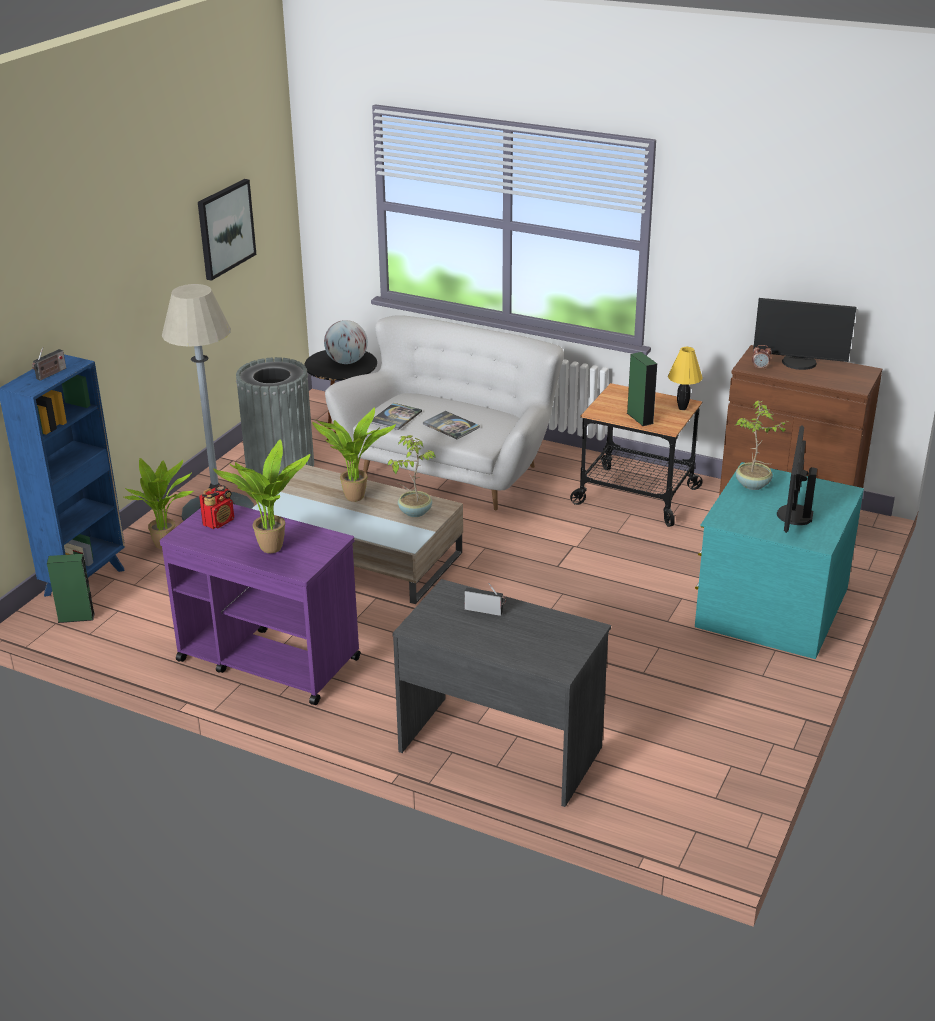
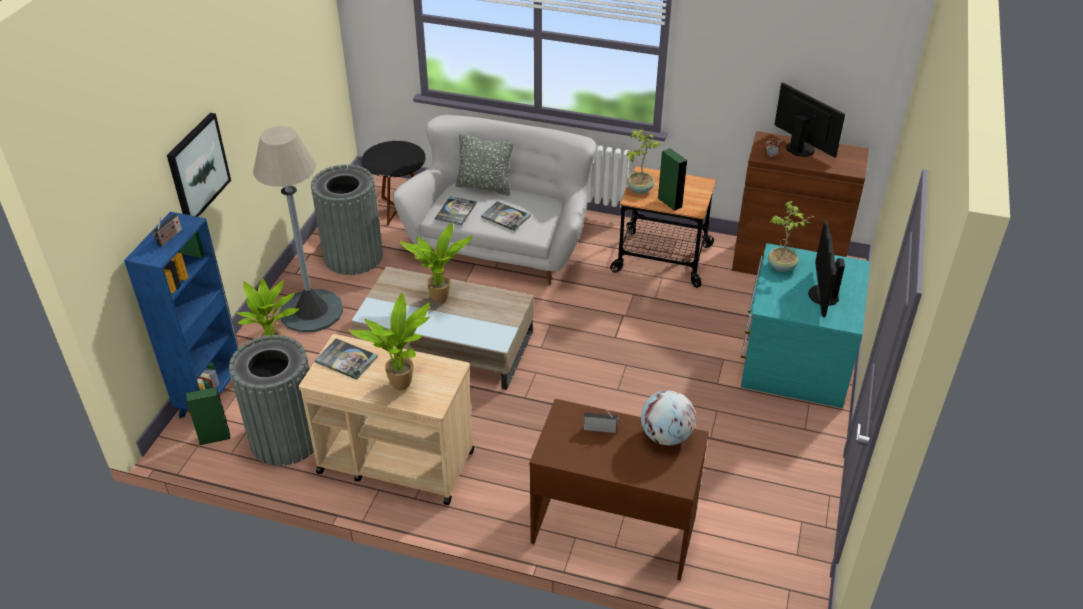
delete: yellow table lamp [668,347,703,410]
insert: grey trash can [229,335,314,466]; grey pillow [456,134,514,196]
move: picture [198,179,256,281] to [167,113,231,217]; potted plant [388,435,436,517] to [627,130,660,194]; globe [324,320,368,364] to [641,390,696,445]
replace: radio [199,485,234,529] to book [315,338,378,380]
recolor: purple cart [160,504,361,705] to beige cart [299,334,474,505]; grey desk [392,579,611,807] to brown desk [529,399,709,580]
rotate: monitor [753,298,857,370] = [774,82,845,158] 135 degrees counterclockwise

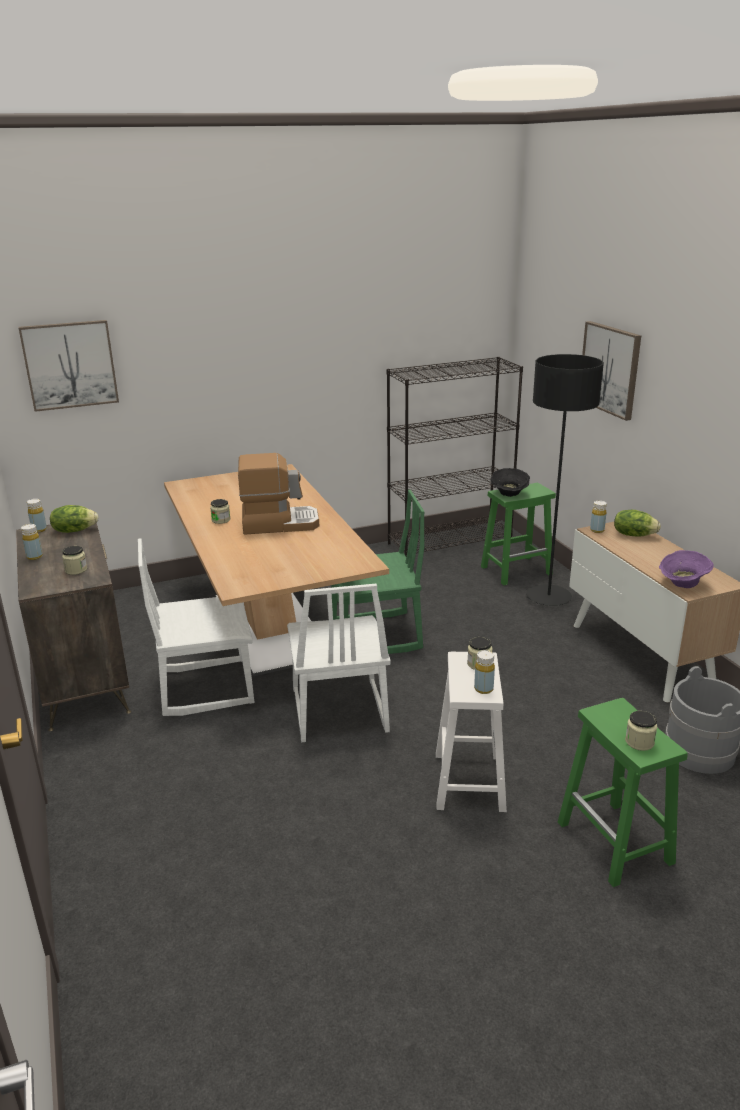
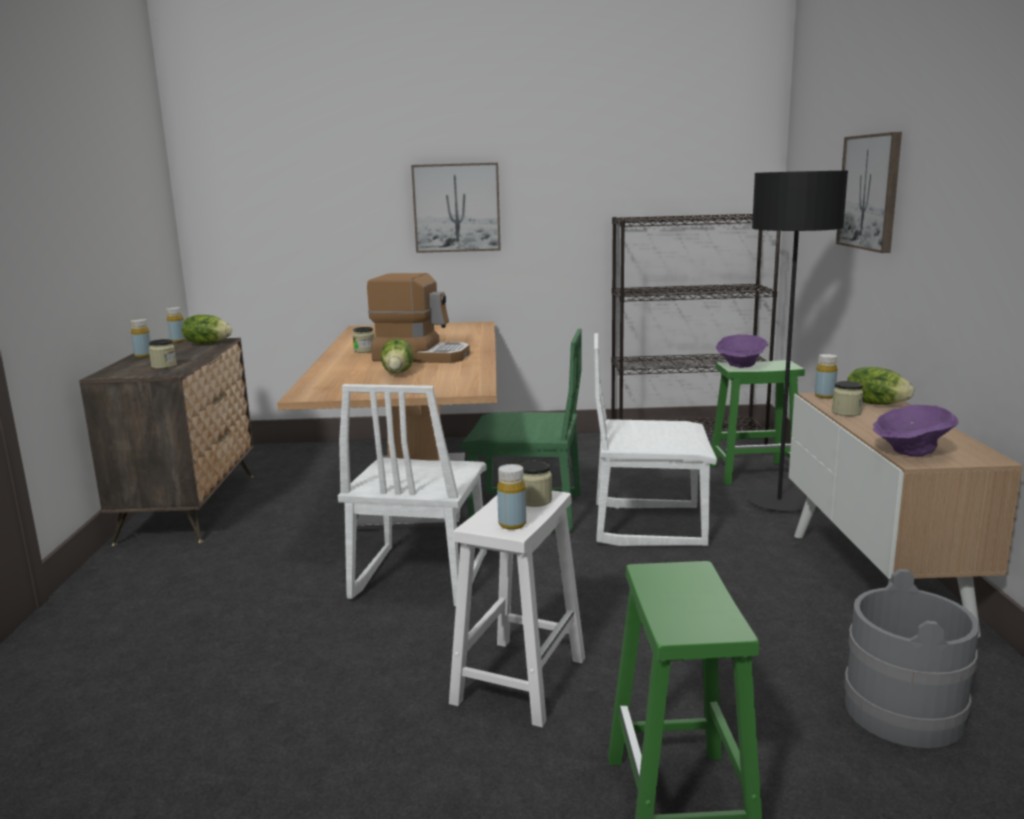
insert: lettuce [381,339,413,373]
move: picture [18,320,119,412] to [411,163,501,253]; white chair [138,538,254,716] to [594,333,717,546]; jar [625,711,657,751] to [832,381,863,416]
recolor: black bowl [491,468,530,497] to purple bowl [716,334,768,368]

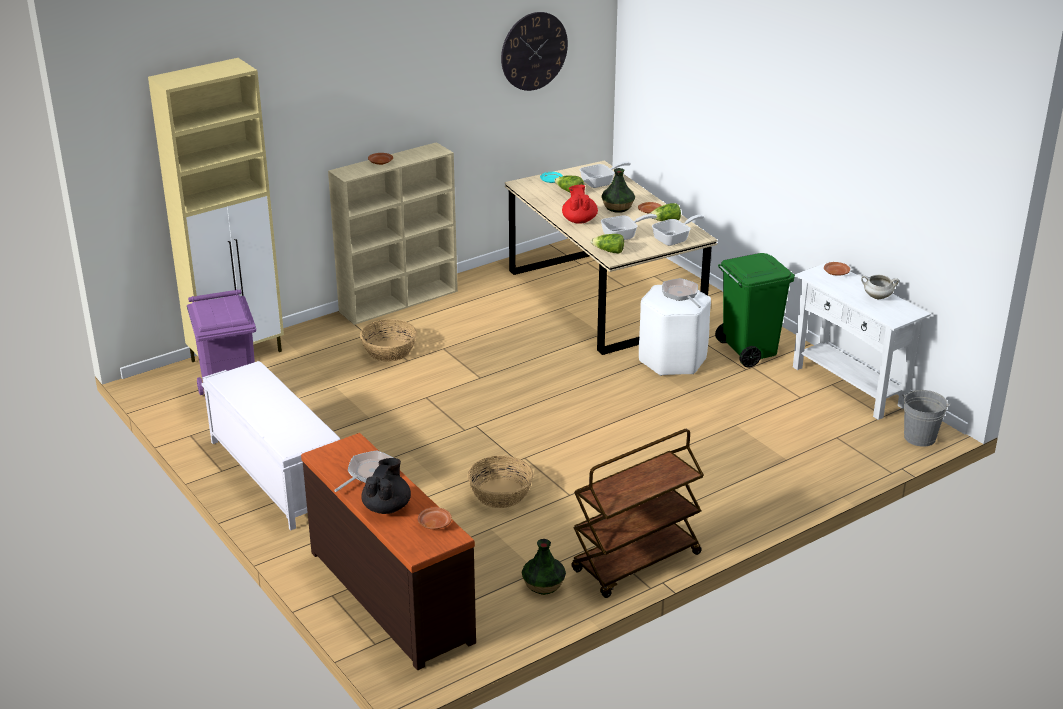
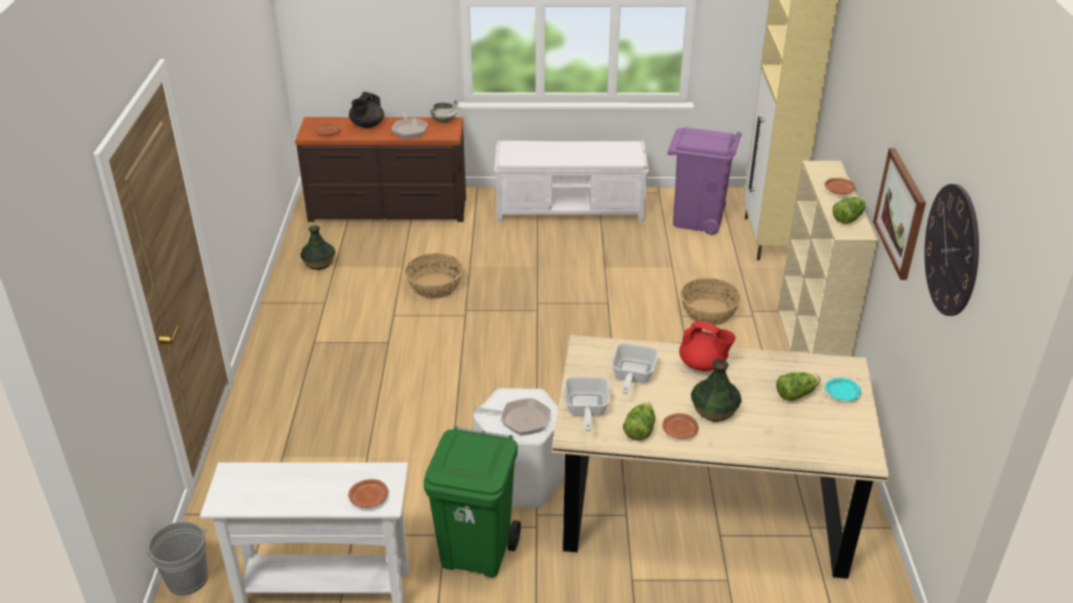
delete: brown cart [572,429,704,598]; frying pan [580,162,631,188]
insert: picture [873,148,926,280]
move: white cooking pot [861,275,899,299] to [430,99,457,123]; lettuce [591,234,624,254] to [832,197,866,224]
rotate: black teapot [361,458,411,514] = [349,92,384,128] 60 degrees clockwise

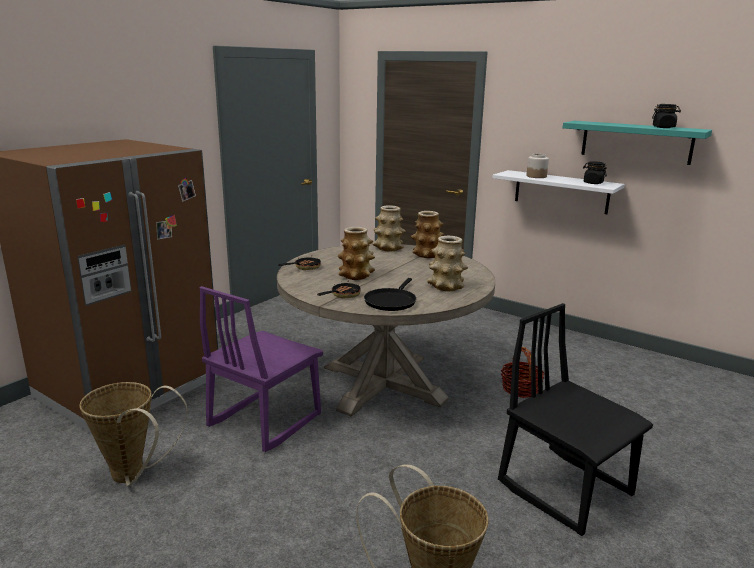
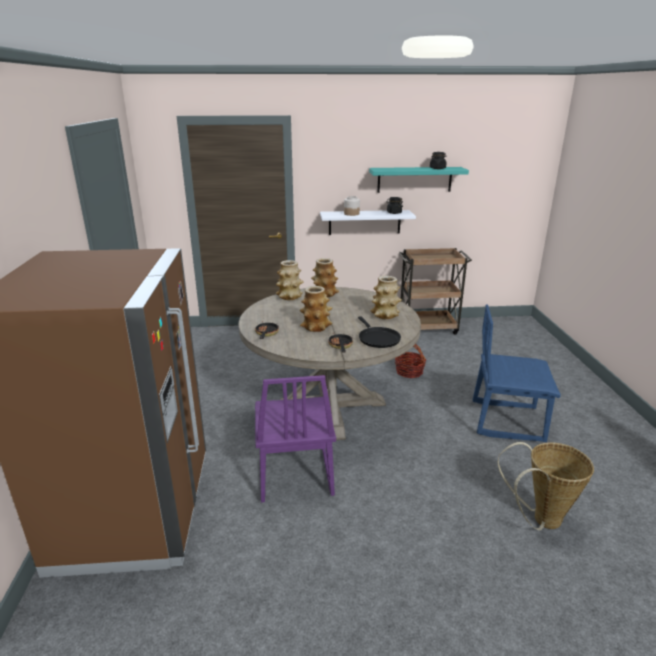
delete: basket [79,382,187,486]
insert: brown cart [399,248,472,334]
recolor: black chair [498,303,653,536] to blue chair [473,305,561,442]

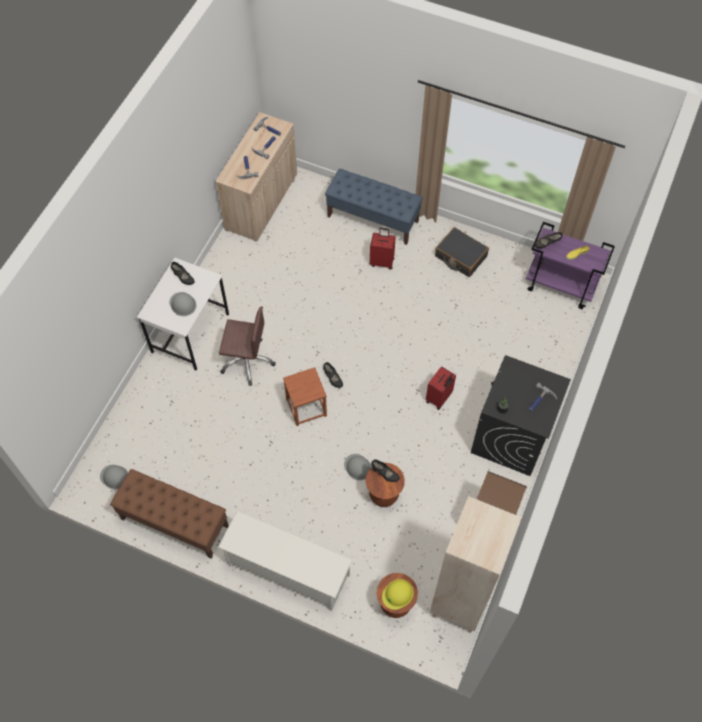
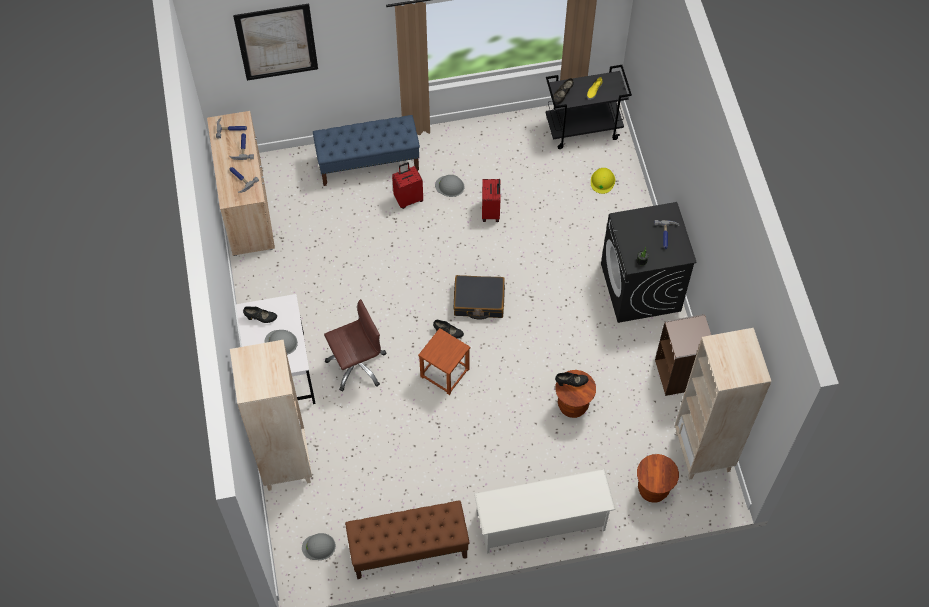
insert: beige bookcase [230,340,312,491]; picture [233,4,318,81]
move: grey hard hat [344,454,372,480] to [435,175,464,197]; black suitcase [435,227,489,277] to [454,275,505,320]; red suitcase [426,366,456,410] to [482,179,501,222]; yellow hard hat [382,579,414,610] to [591,168,615,194]
recolor: purple cart [526,222,615,309] to black cart [546,65,632,149]

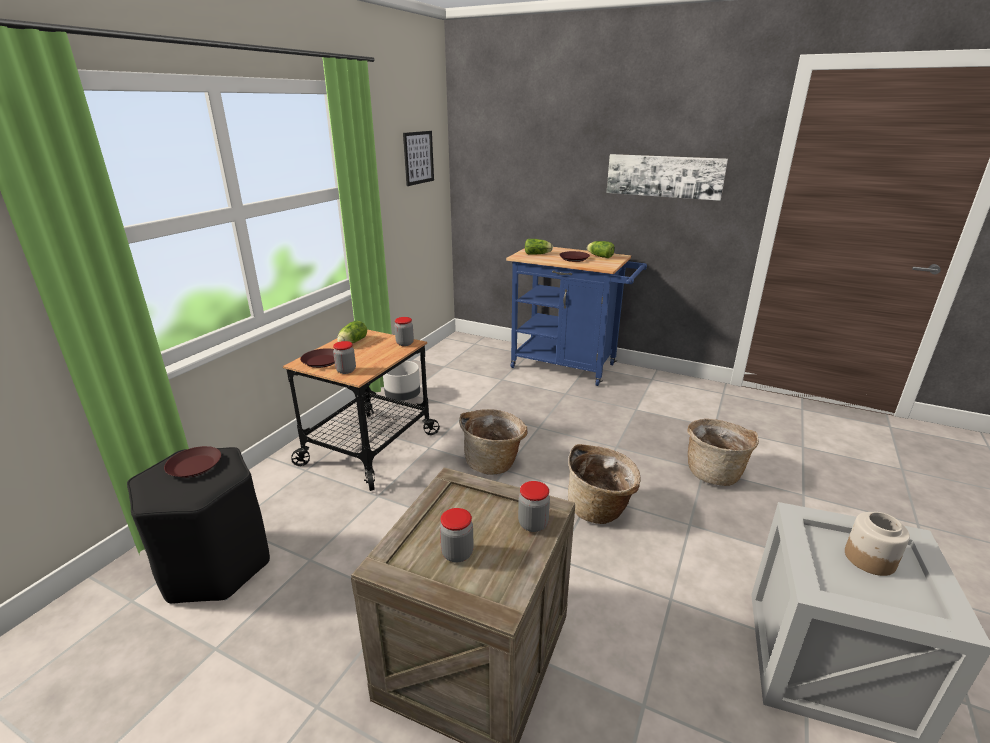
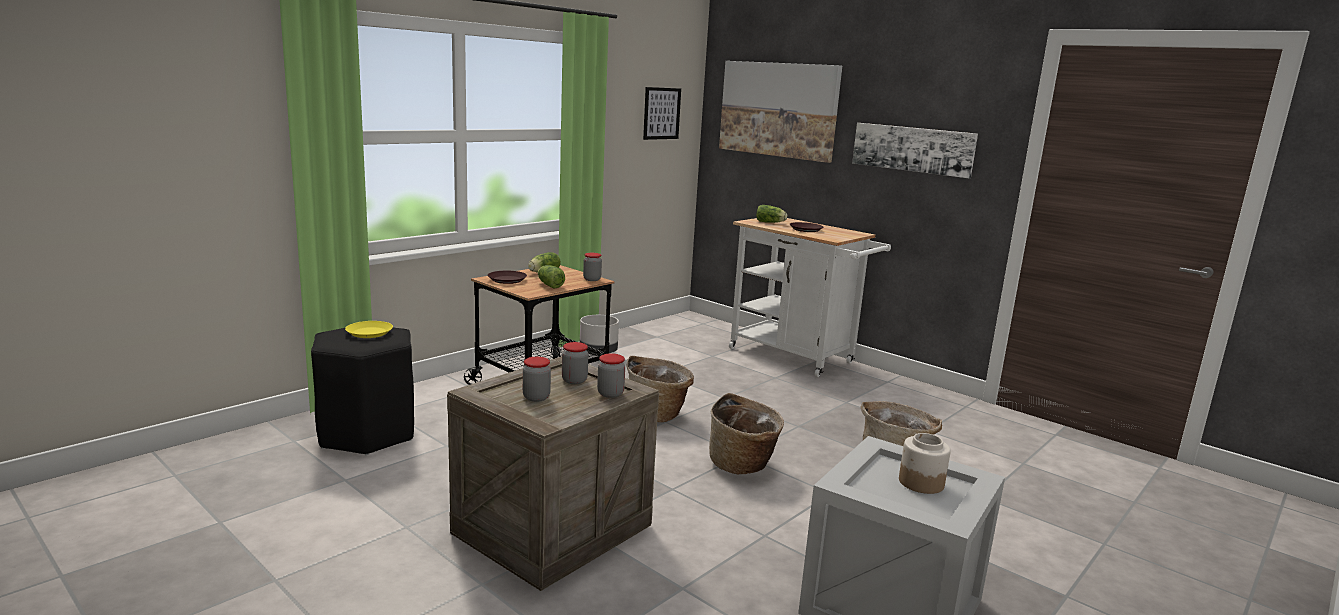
insert: picture [719,61,842,163]
move: lettuce [587,241,615,258] to [538,265,565,289]; jar [333,341,356,374] to [562,342,588,384]
recolor: brown plate [164,446,221,478] to yellow plate [345,321,393,338]; blue cart [506,247,647,386] to white cart [729,218,891,377]

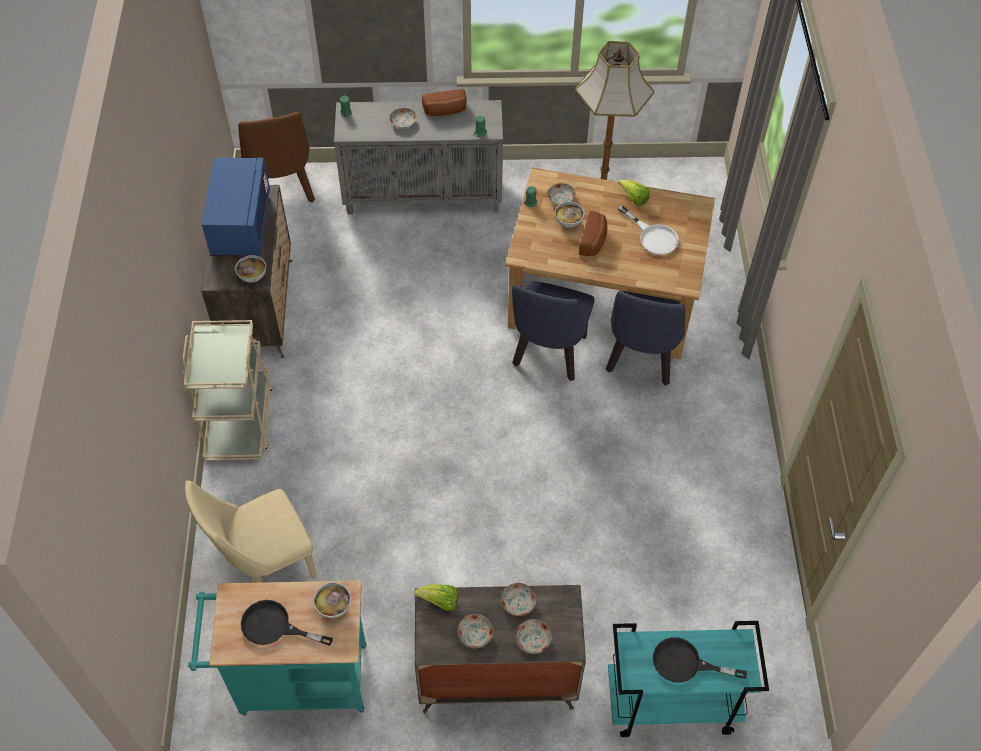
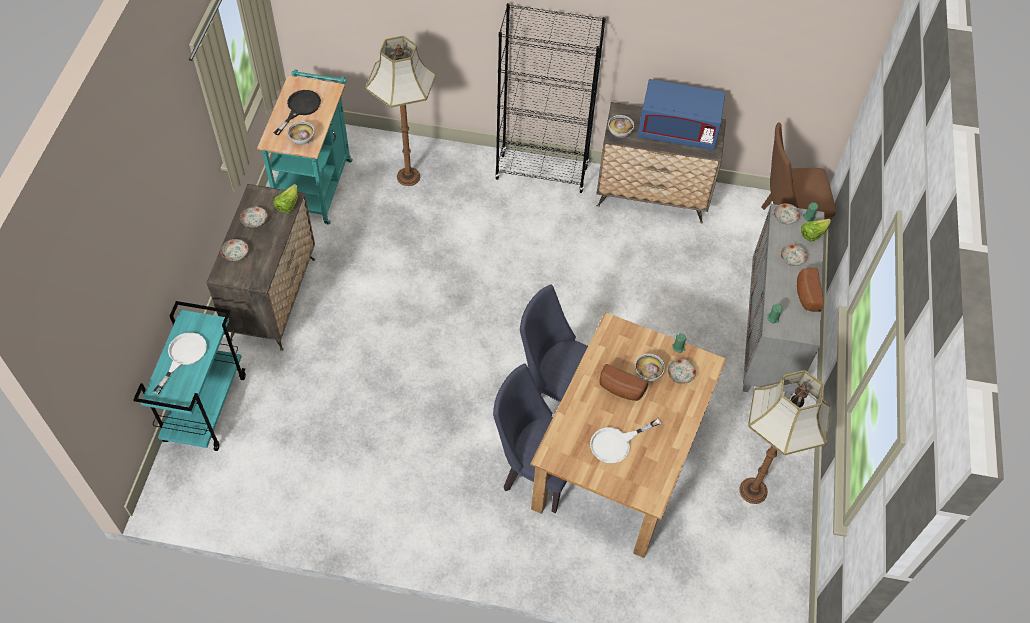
move: plate [501,583,536,616] to [774,204,800,224]; lettuce [618,180,650,206] to [801,219,831,242]
replace: beige chair [185,481,317,583] to floor lamp [365,36,436,186]; beige cart [183,320,274,461] to black bookcase [495,3,606,193]
recolor: black frying pan [653,637,747,683] to white frying pan [152,332,207,394]

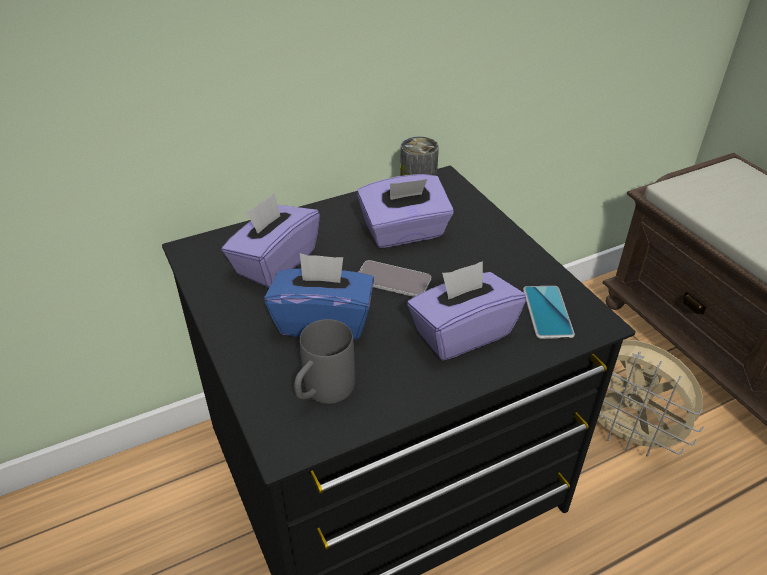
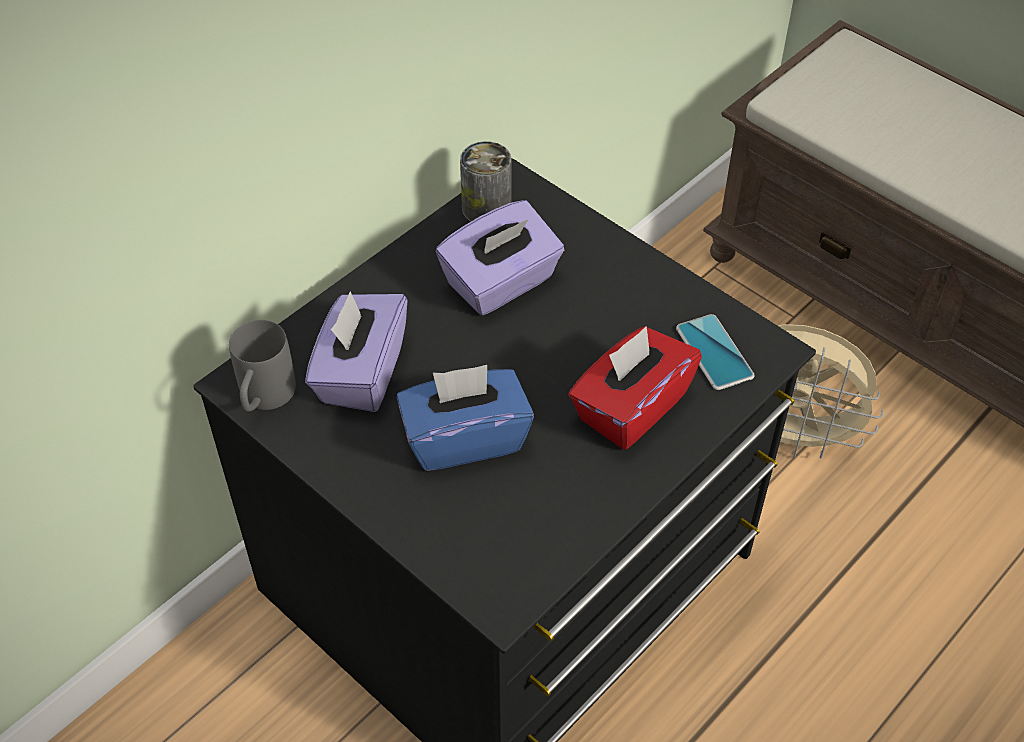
delete: phone [359,260,431,297]
move: grey mug [294,319,355,404] to [229,320,296,412]
recolor: purple tissue box [407,261,526,361] to red tissue box [568,326,702,450]

